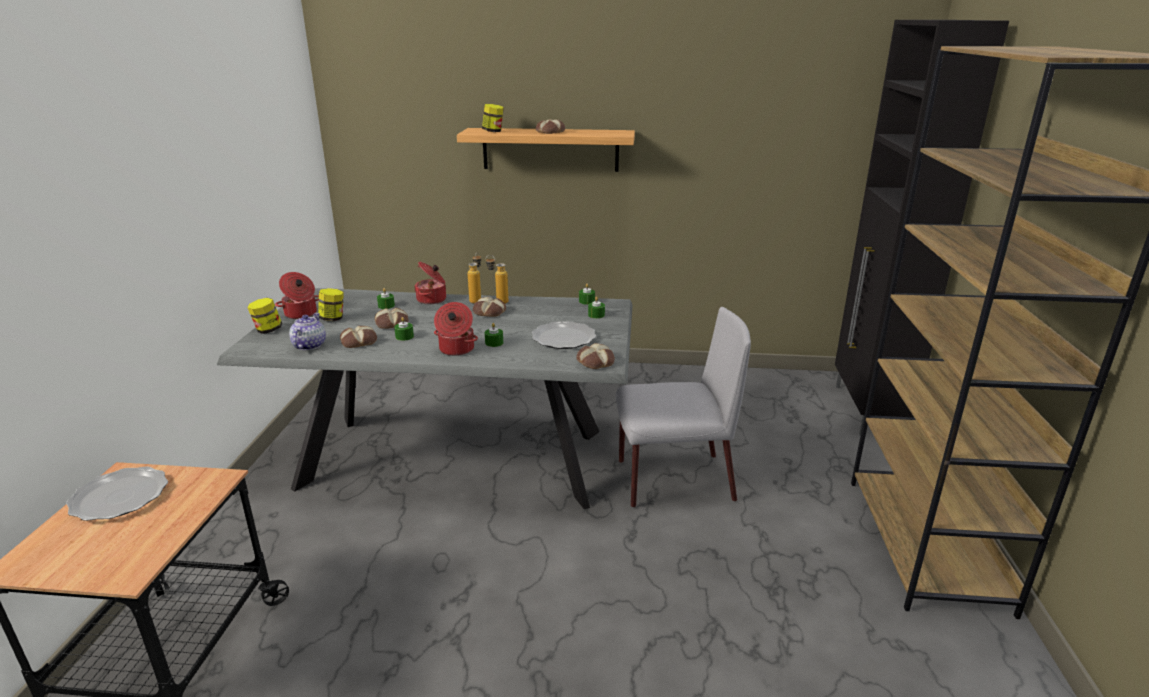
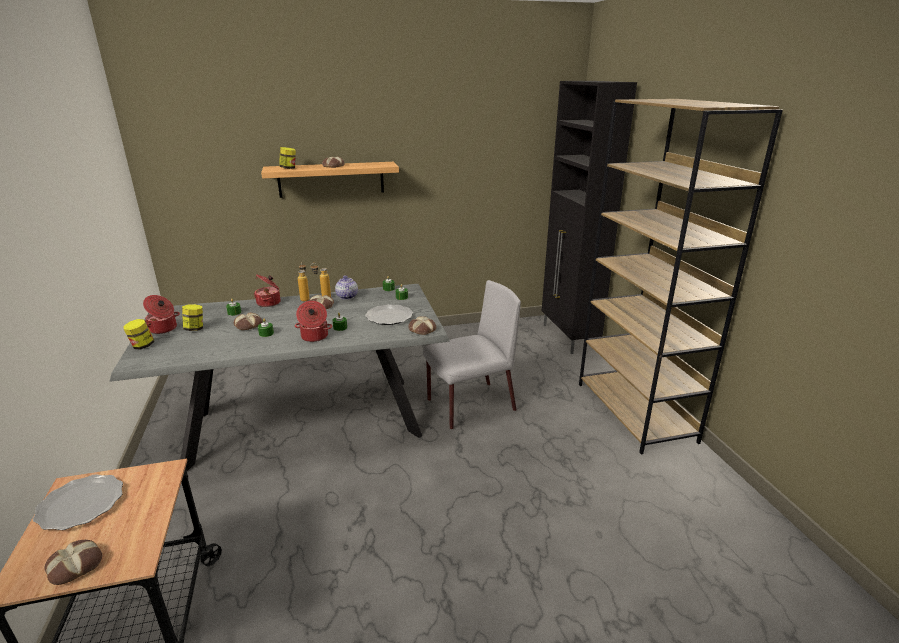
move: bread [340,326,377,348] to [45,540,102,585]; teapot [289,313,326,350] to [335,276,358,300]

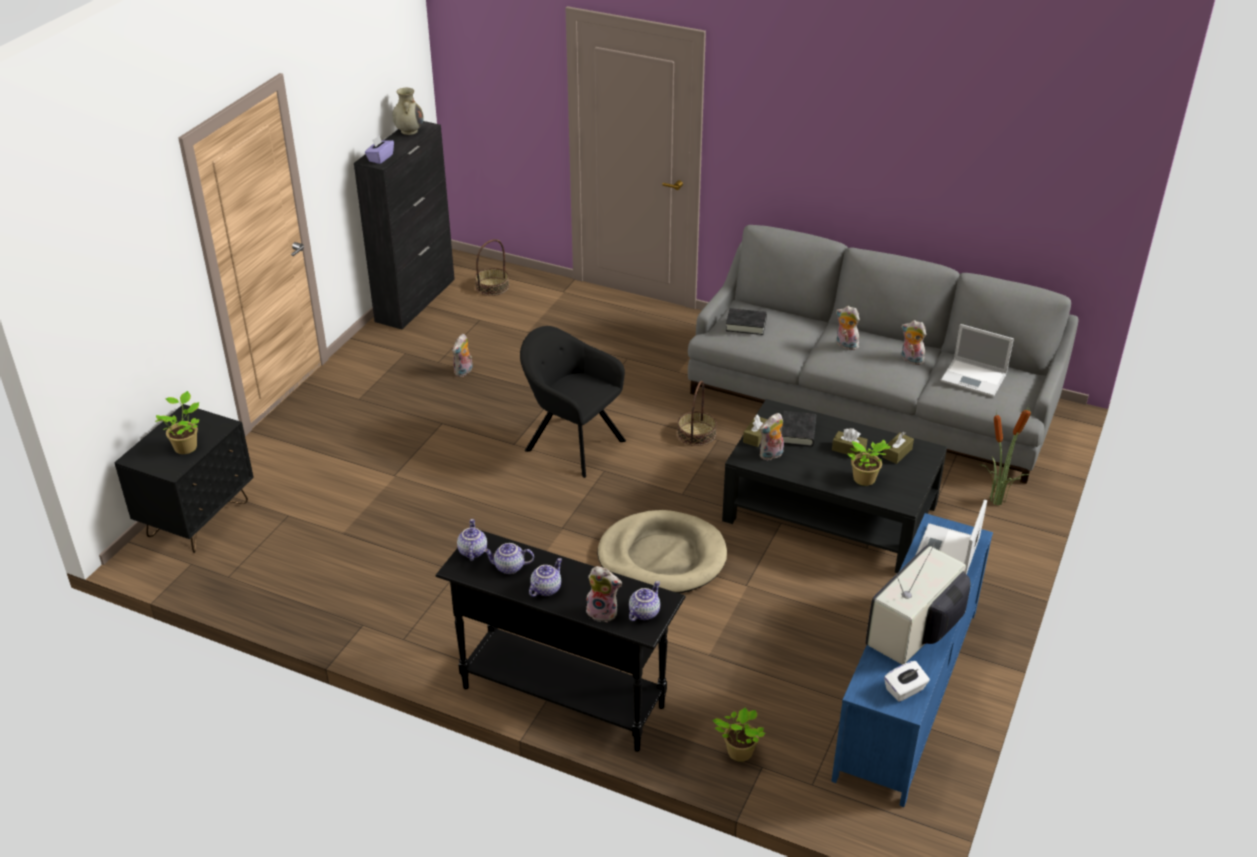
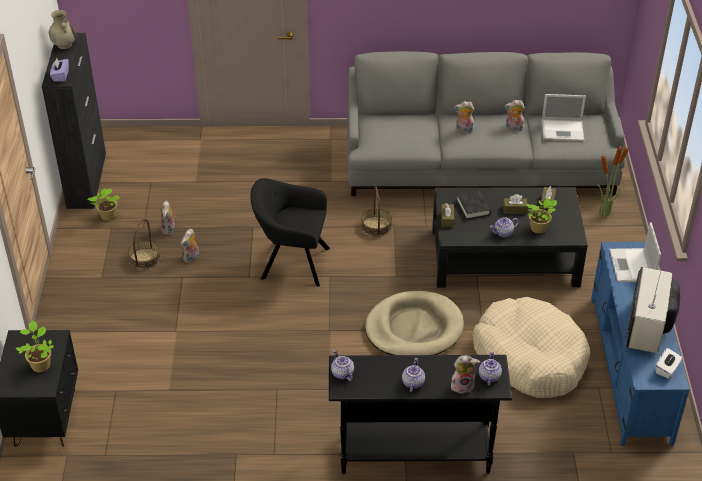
delete: black book [726,308,767,335]
insert: beige dog bed [473,297,590,398]
move: potted plant [712,708,765,762] to [87,188,120,221]; basket [475,239,509,296] to [128,219,161,270]; plush toy [760,413,784,460] to [181,229,199,263]; teapot [483,543,534,574] to [490,217,519,237]

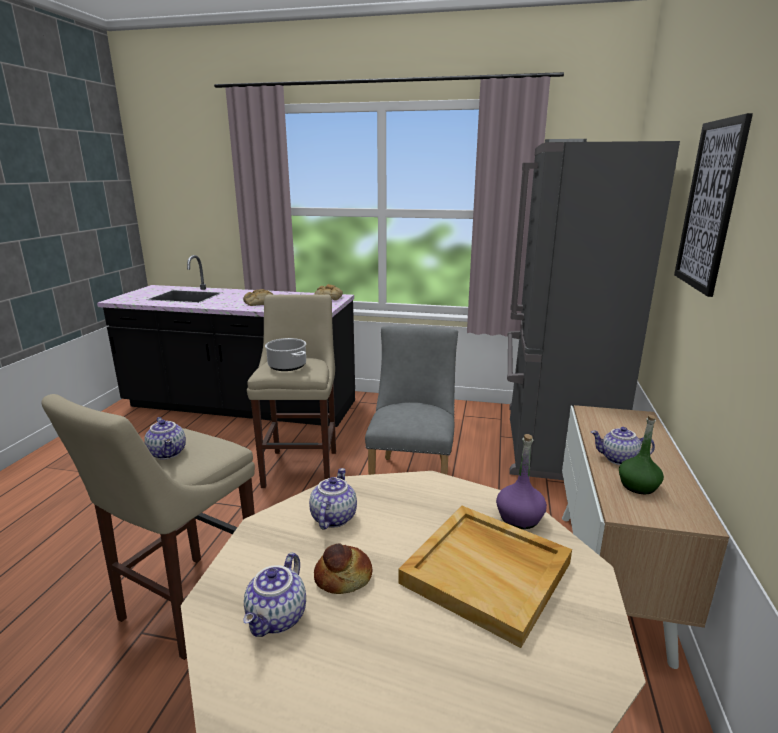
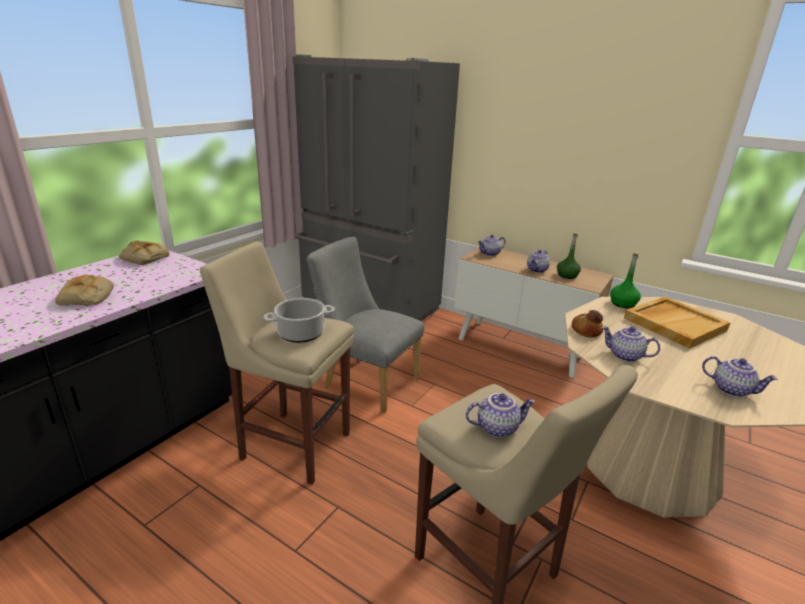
delete: picture [674,113,753,297]
insert: teapot [478,235,506,256]
move: bread [314,543,372,594] to [572,310,603,338]
recolor: purple bottle [496,434,547,529] to green bottle [610,253,641,308]

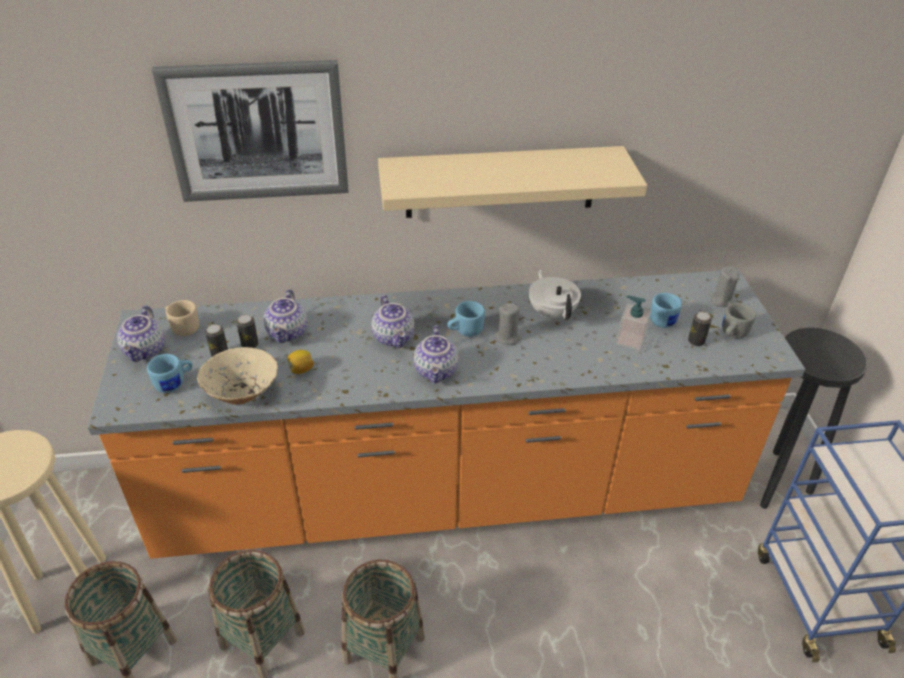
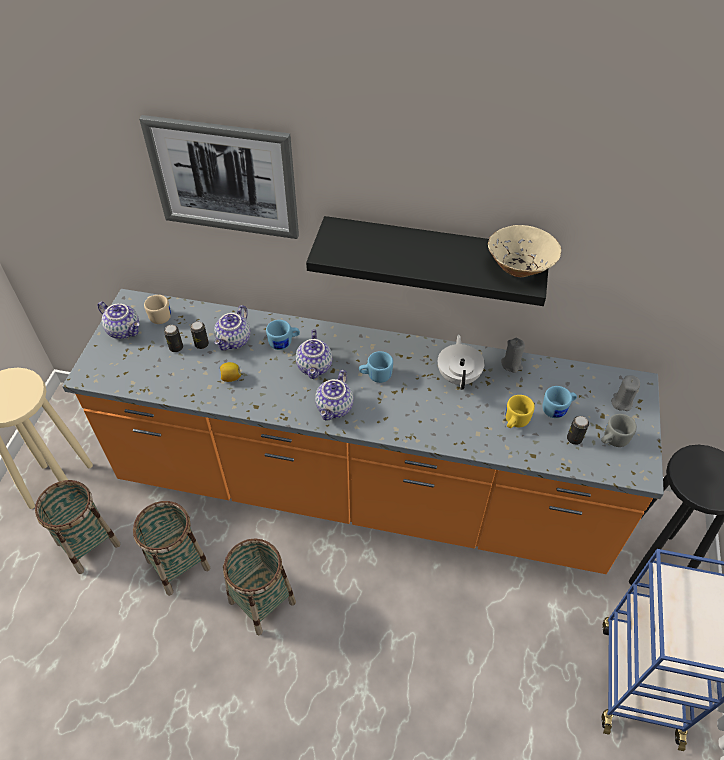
move: blue mug [147,354,193,393] to [266,320,300,350]; beige bowl [197,347,278,405] to [488,225,561,277]; grey candle [495,303,522,345] to [501,338,525,373]
replace: soap dispenser [616,296,651,351] to yellow mug [505,395,535,428]
recolor: beige shelf [378,146,647,218] to black shelf [306,216,548,306]
rotate: teapot [117,306,165,362] = [97,301,140,339] 75 degrees counterclockwise

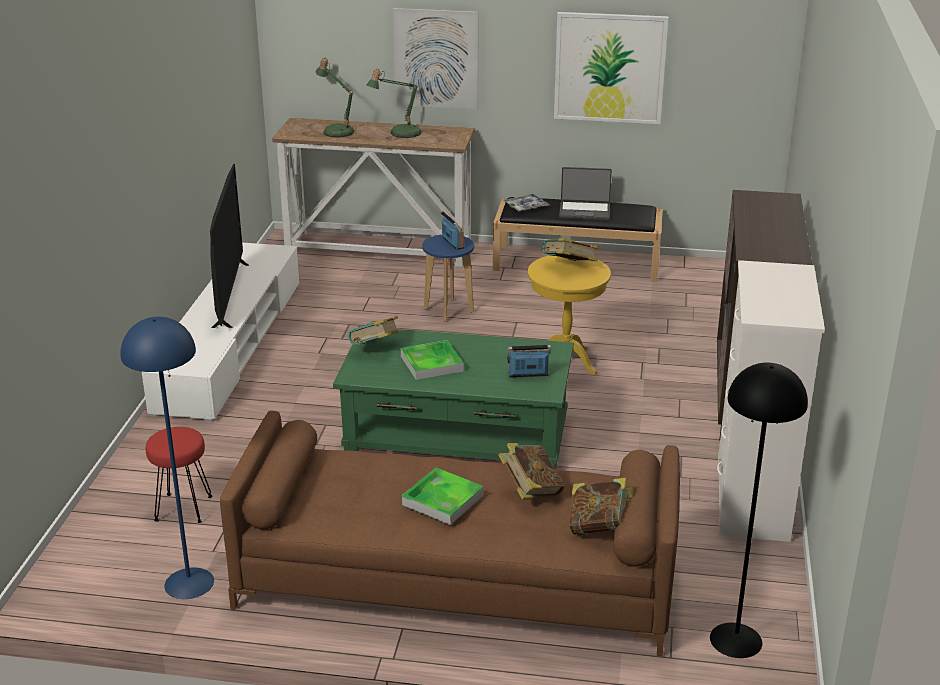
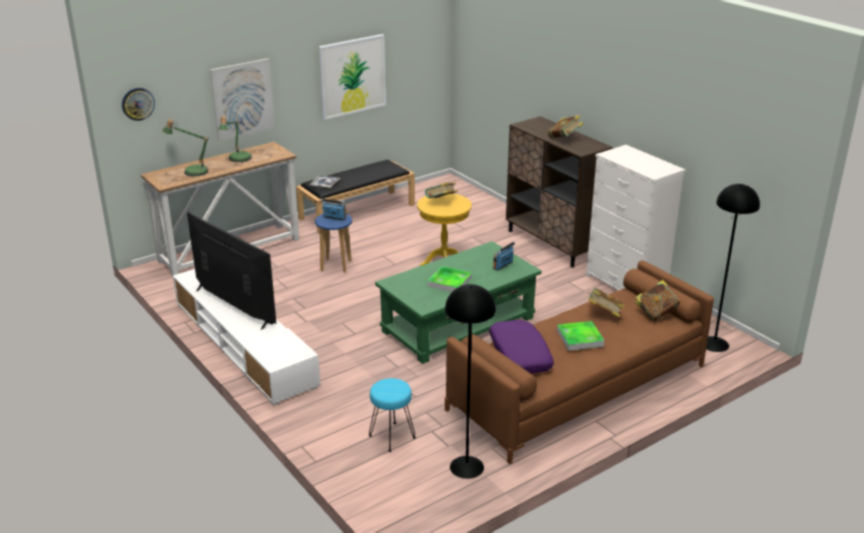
delete: laptop [559,167,612,220]
insert: wall clock [122,88,155,121]; purple pillow [489,320,554,373]
move: book [348,316,402,345] to [548,115,584,138]
recolor: red stool [146,427,212,523] to turquoise stool [369,378,416,452]; blue floor lamp [120,317,214,599] to black floor lamp [445,284,496,479]

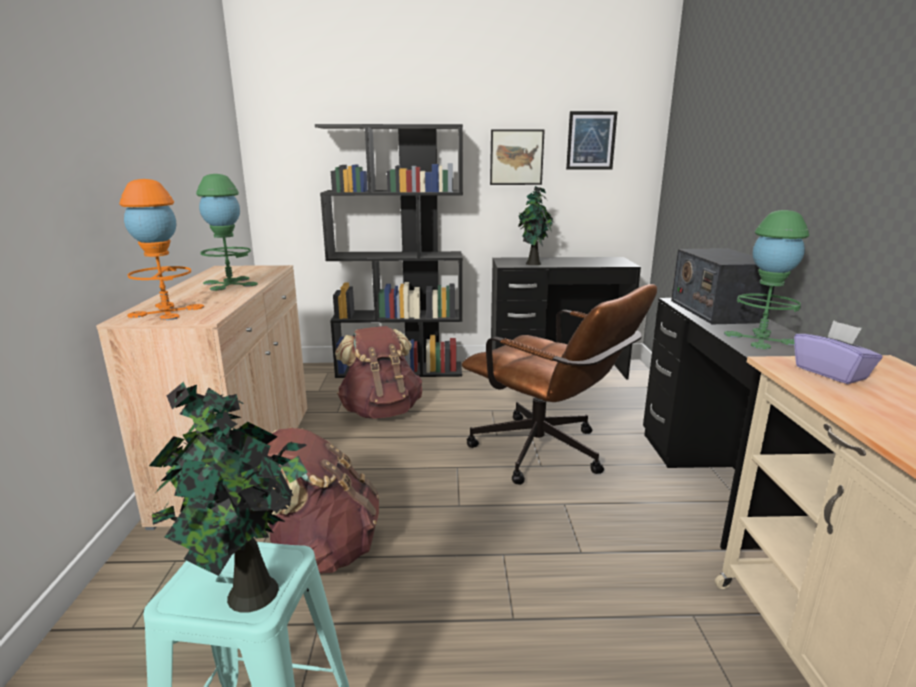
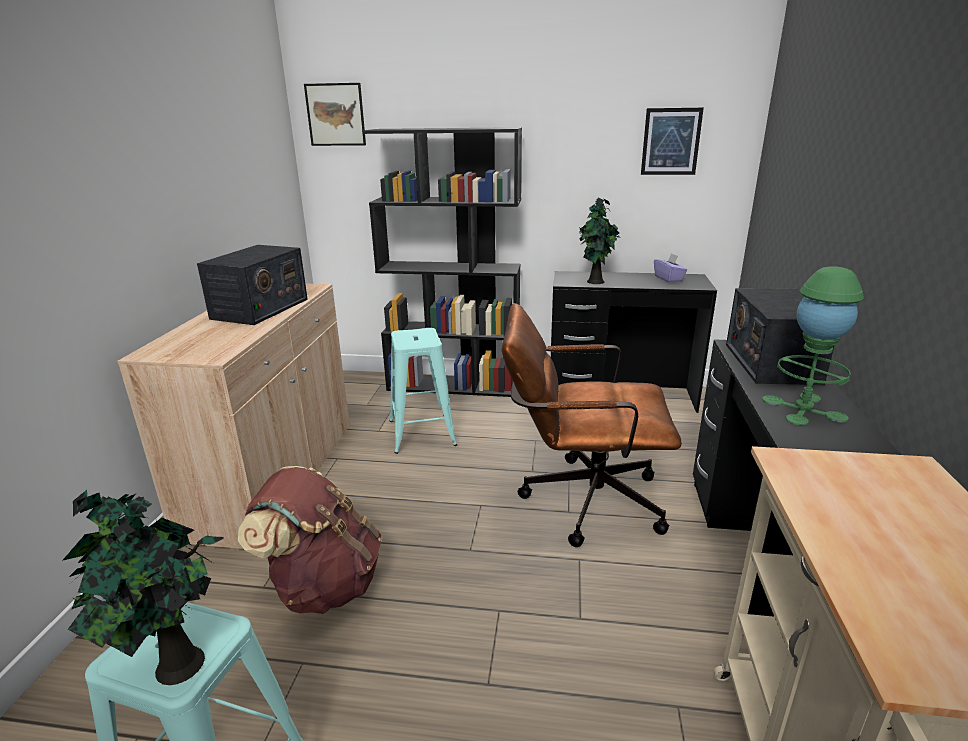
delete: orange table lamp [119,179,204,320]
move: picture [490,129,545,185] to [304,83,366,146]; purple tissue box [794,320,883,384] to [654,253,687,282]
replace: green table lamp [196,174,258,291] to radio [197,245,308,325]; brown backpack [335,326,422,419] to turquoise stool [390,328,457,454]
rotate: brown office chair [462,284,657,485] = [502,303,682,547] 135 degrees clockwise

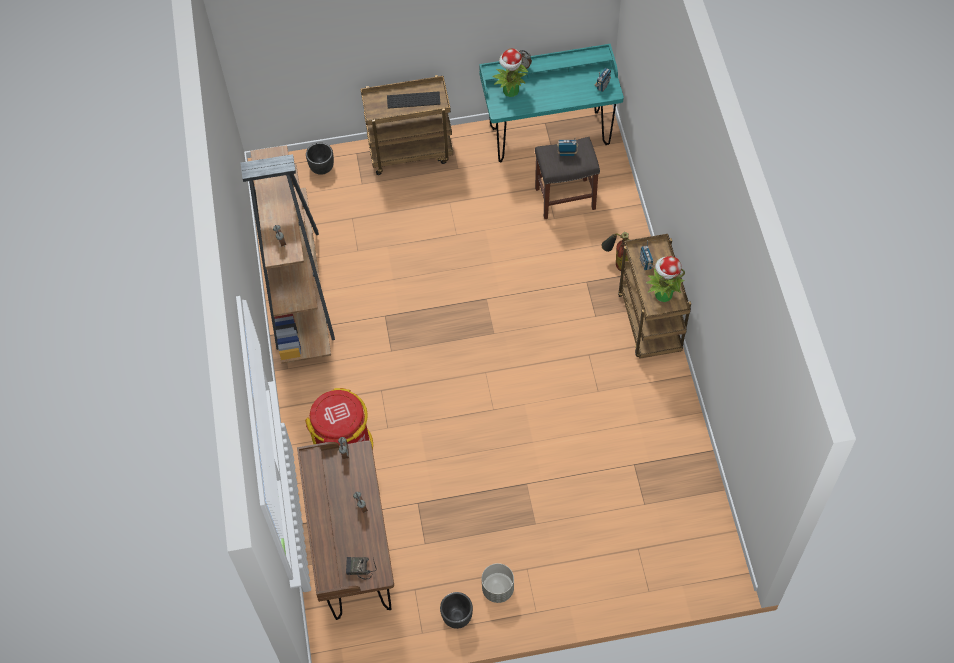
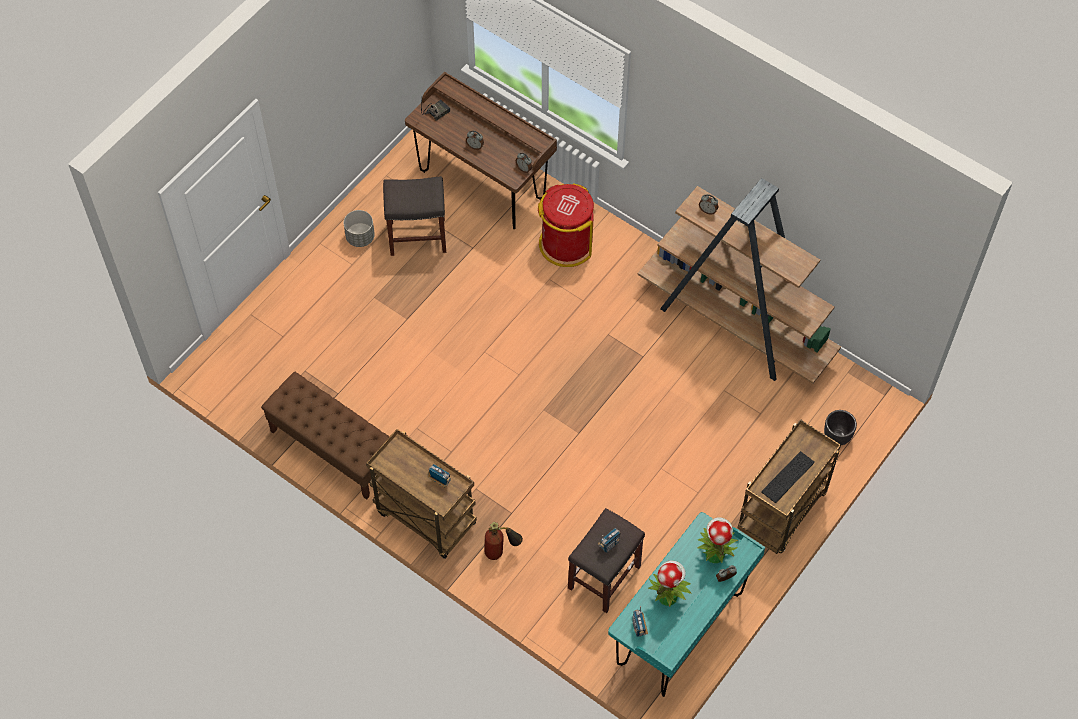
delete: black planter [440,592,473,629]
insert: brown bench [261,371,390,500]; grey stool [383,176,446,256]
move: potted plant [646,256,685,302] to [648,560,691,607]

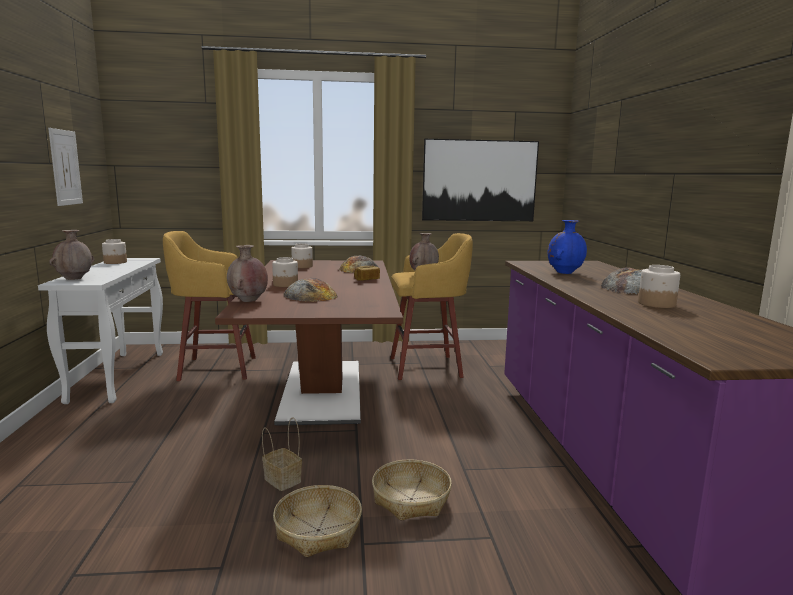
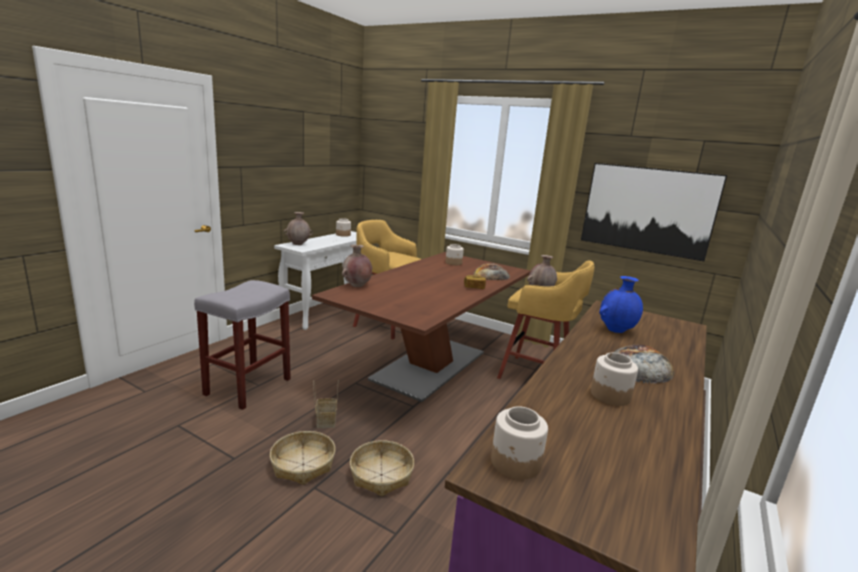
delete: picture [48,128,83,206]; bread [284,278,338,302]
insert: grey stool [194,280,291,410]
move: jar [272,257,298,287] to [491,406,548,480]

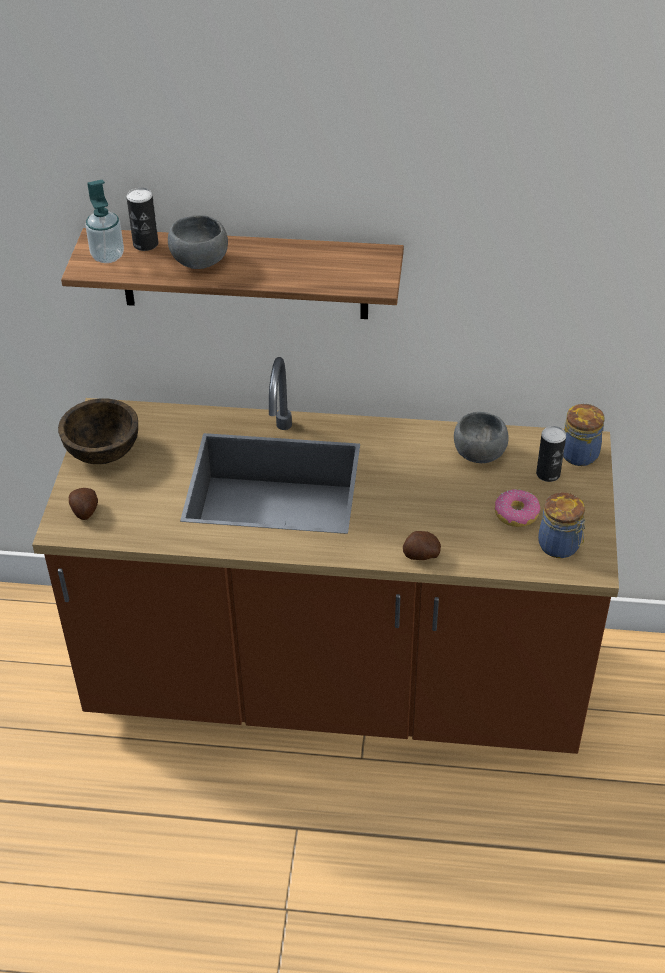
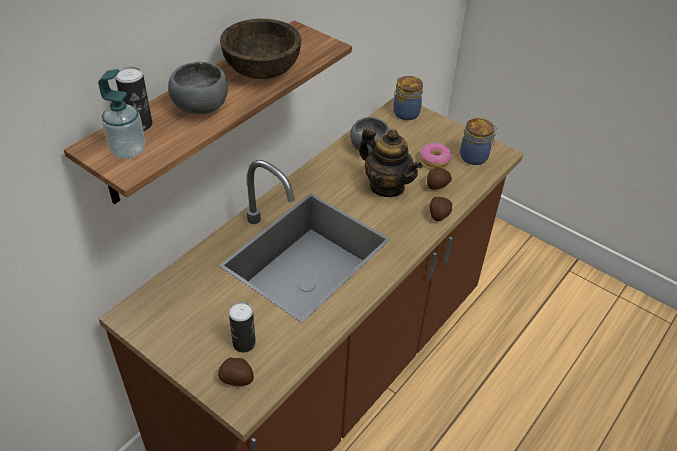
insert: teapot [359,127,422,197]; potato [427,167,452,190]
move: brown bowl [58,399,138,464] to [220,19,301,79]; can [536,426,566,482] to [229,302,256,353]

